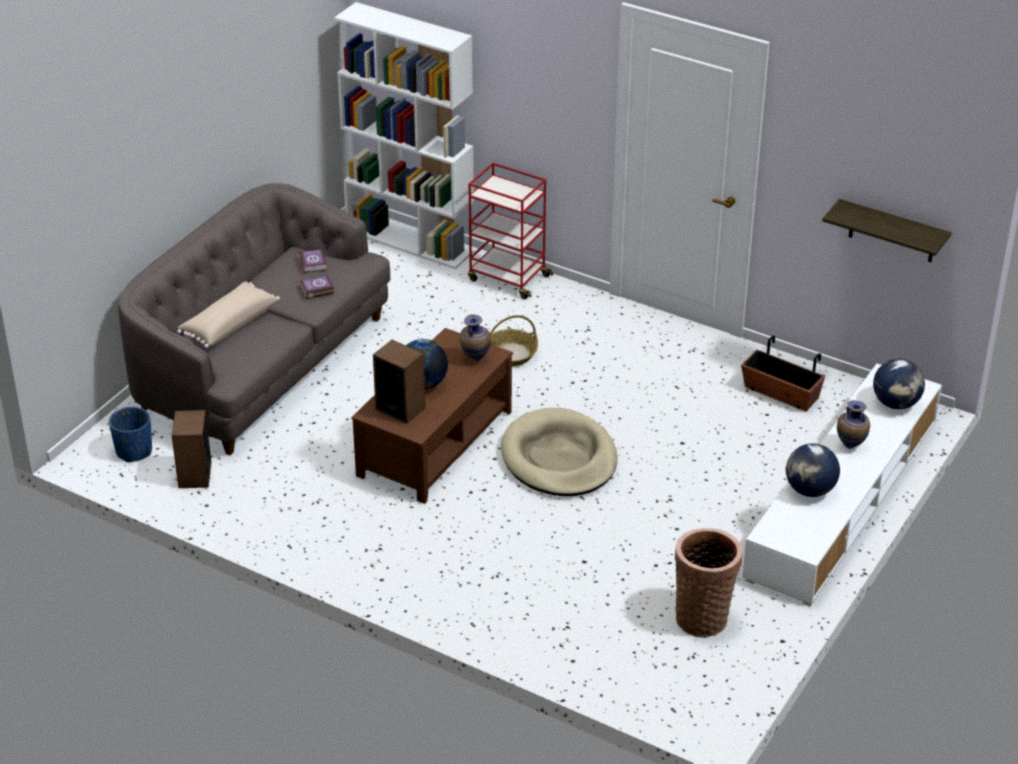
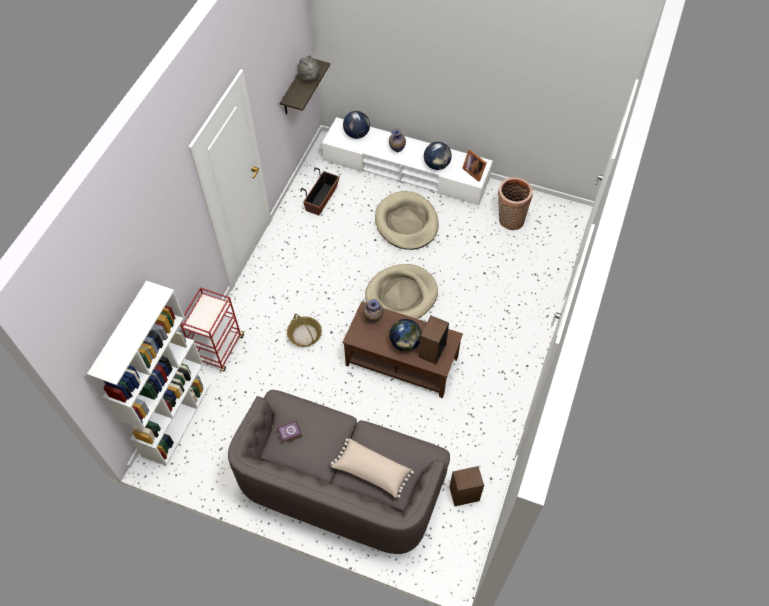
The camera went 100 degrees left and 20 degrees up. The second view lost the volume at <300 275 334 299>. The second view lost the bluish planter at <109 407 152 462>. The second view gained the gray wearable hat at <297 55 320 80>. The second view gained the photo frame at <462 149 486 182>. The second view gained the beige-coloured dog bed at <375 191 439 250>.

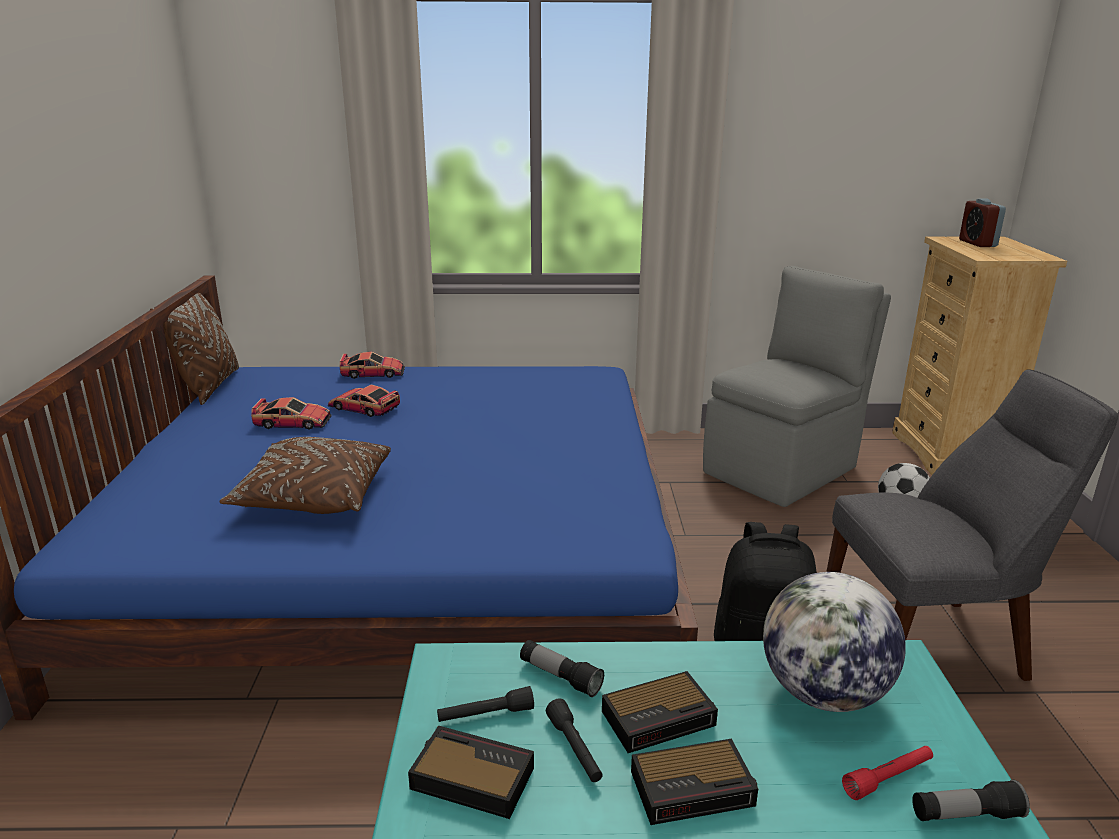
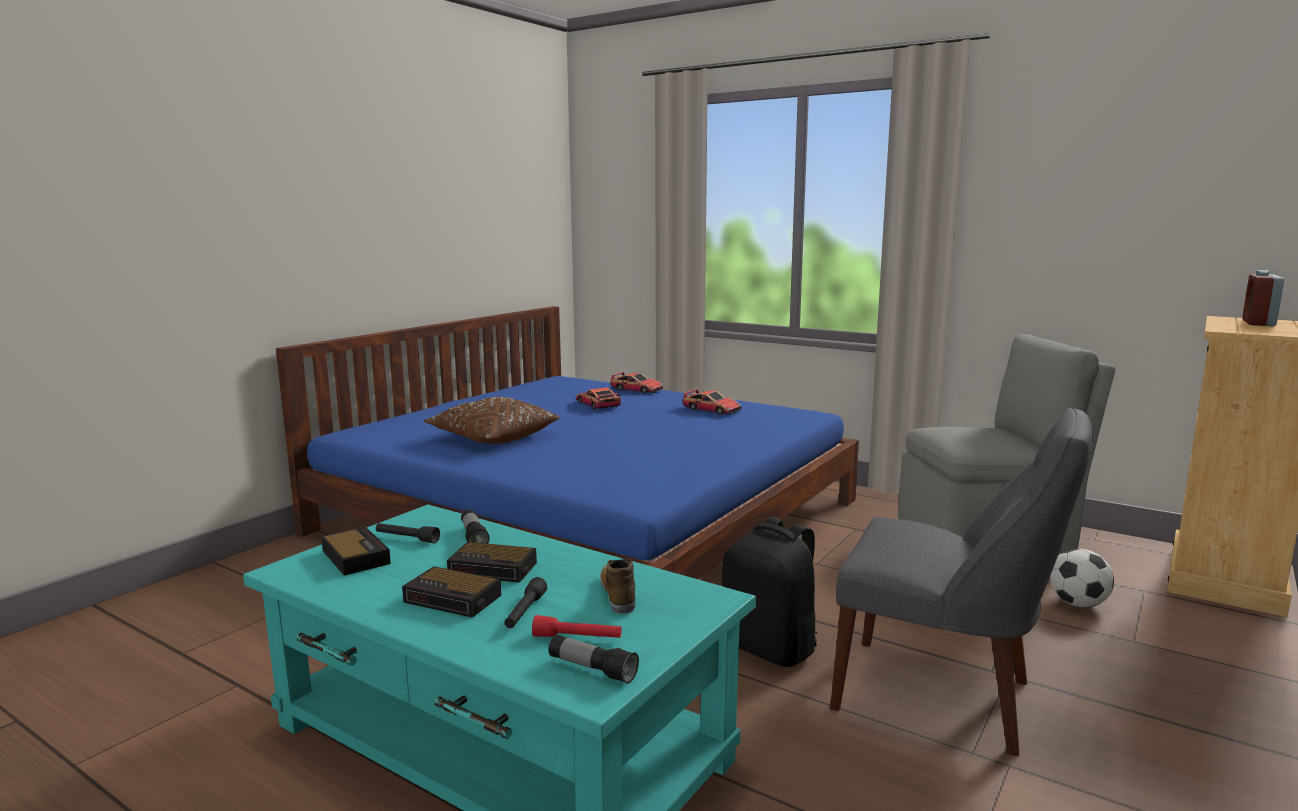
The camera went 35 degrees right and 10 degrees down. The second view lost the brown-coloured cushion at <150 293 239 405>. The miniature car ended up elsewhere, having gone from <251 397 332 430> to <683 389 742 415>. Where the globe stood at <763 572 906 712>, the item of footwear came to stand at <600 558 636 614>. The black-coloured hand torch ended up elsewhere, having gone from <546 698 603 782> to <504 577 547 628>.

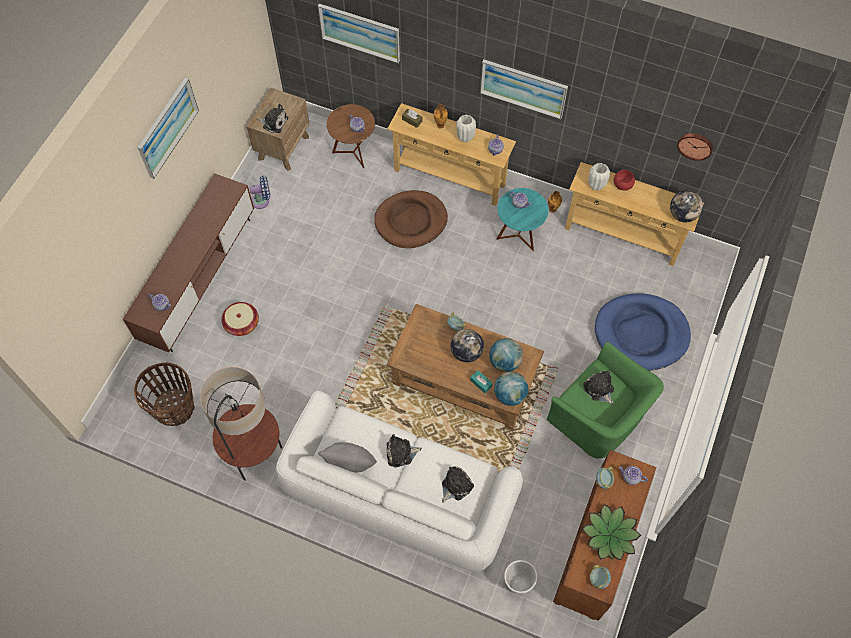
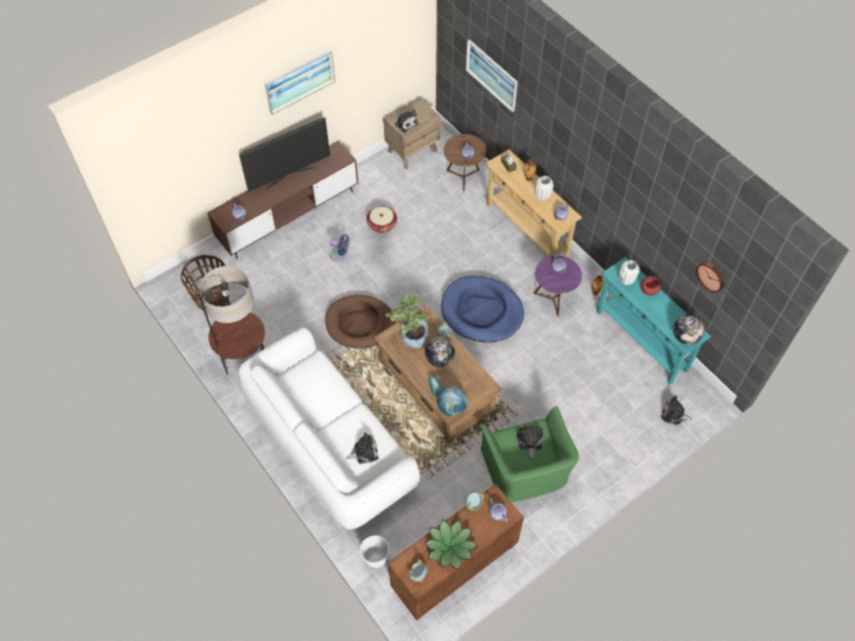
The camera went 30 degrees right and 5 degrees down. The second view lost the picture at <480 60 568 120>. What was the beige-coloured hall table at <565 162 704 266> turned into the blue-green hall table at <596 257 711 385>. The bluish cooling fan ended up elsewhere, having gone from <250 176 270 209> to <330 234 349 262>. What was the blue-green accent table at <496 188 549 251> turned into the purplish accent table at <533 255 582 317>. The brown-coloured dog bed ended up elsewhere, having gone from <374 190 448 248> to <325 295 395 349>. The bluish dog bed ended up elsewhere, having gone from <595 293 691 371> to <441 276 524 343>. The household basket ended up elsewhere, having gone from <221 302 259 336> to <367 206 397 233>. The second view lost the globe at <489 338 523 372>. The soft toy ended up elsewhere, having gone from <387 434 422 467> to <661 396 692 425>. The second view lost the gray cushion at <318 442 377 473>. The second view gained the TV set at <239 117 330 192>. The second view gained the houseplant at <385 294 429 348>.

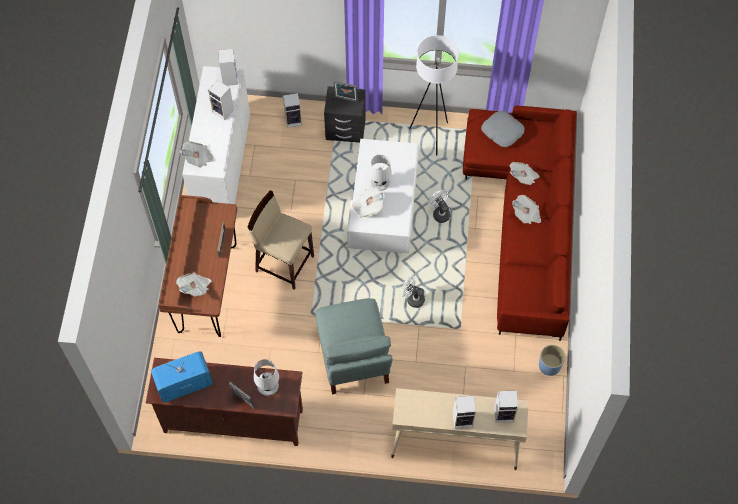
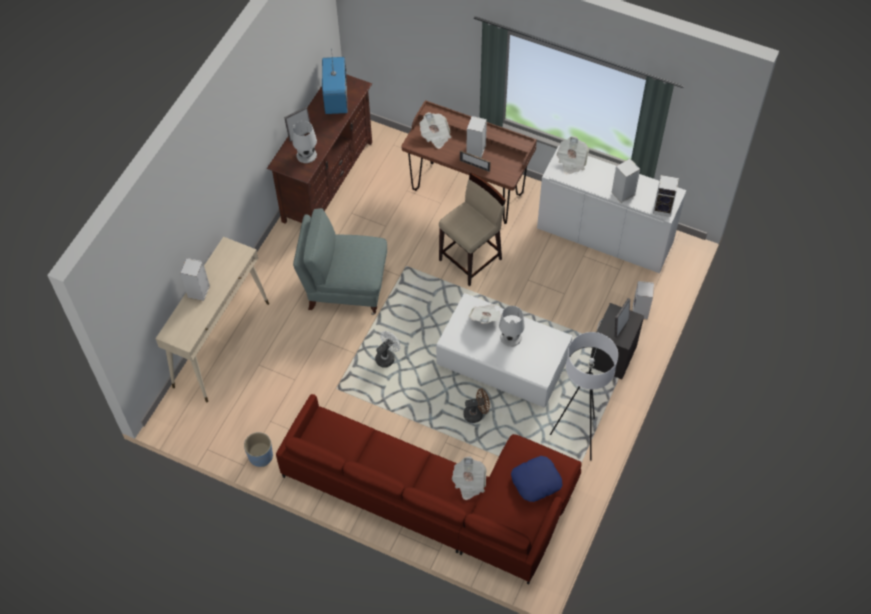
The camera went 110 degrees right and 5 degrees down. What was the gray cushion at <481 111 524 147> turned into the bluish cushion at <511 456 563 502>. What was the white-coloured cooling fan at <428 190 451 223> turned into the brown-coloured cooling fan at <463 389 490 423>. The second view lost the newspaper at <512 195 541 224>. The loudspeaker ended up elsewhere, having gone from <494 391 518 423> to <466 116 487 158>.

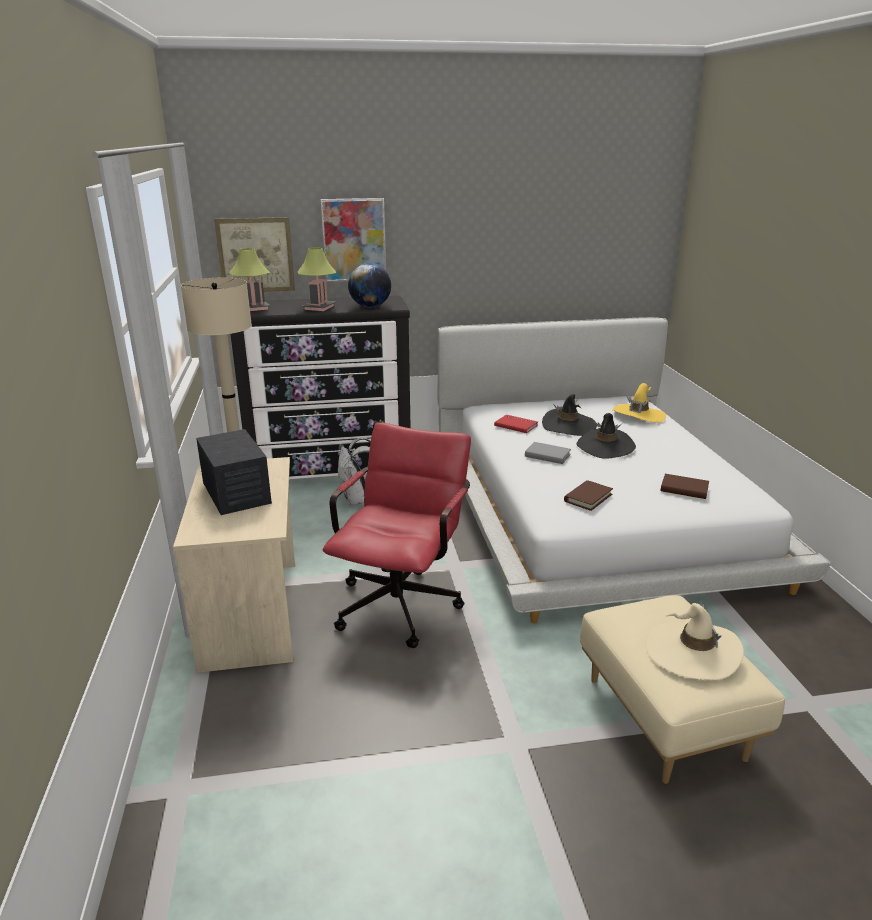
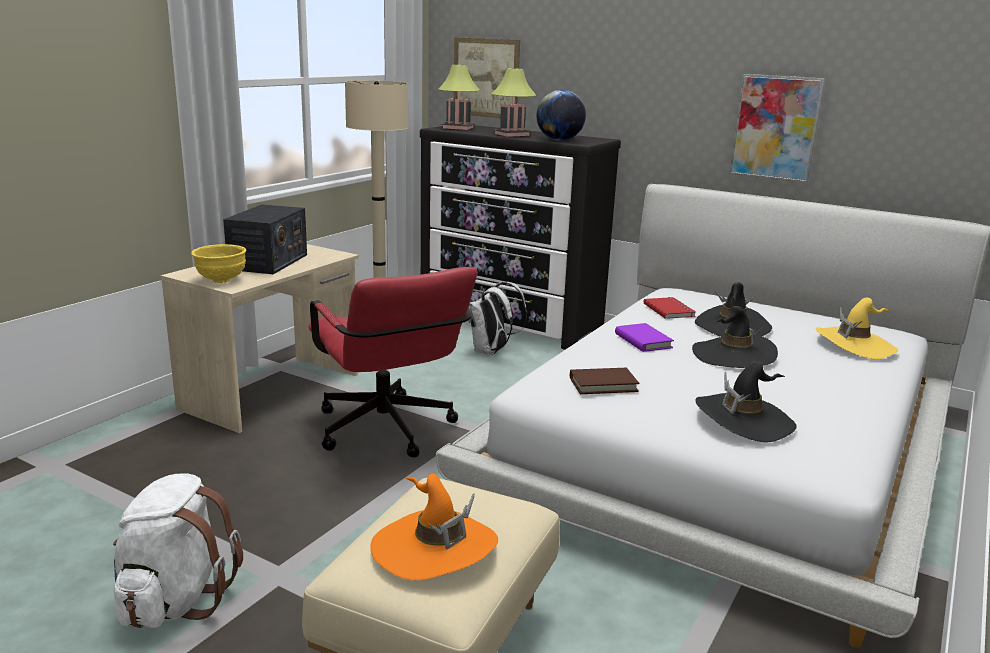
The camera went 40 degrees right and 5 degrees down. The picture ended up elsewhere, having gone from <321 198 386 282> to <730 74 825 183>. The red-coloured desk chair at <323 423 471 648> ended up facing another way, 90 degrees clockwise from before. What was the gray volume at <525 442 571 464> turned into the purplish volume at <615 323 674 352>. Where the brown-coloured volume stood at <660 474 709 499>, the black-coloured wearable hat came to stand at <696 361 797 443>. What was the beige-coloured wearable hat at <646 603 744 680> turned into the orangey wearable hat at <370 474 498 580>. The second view gained the yellowish bowl at <191 244 246 283>. The second view gained the white-coloured rucksack at <113 473 243 628>.

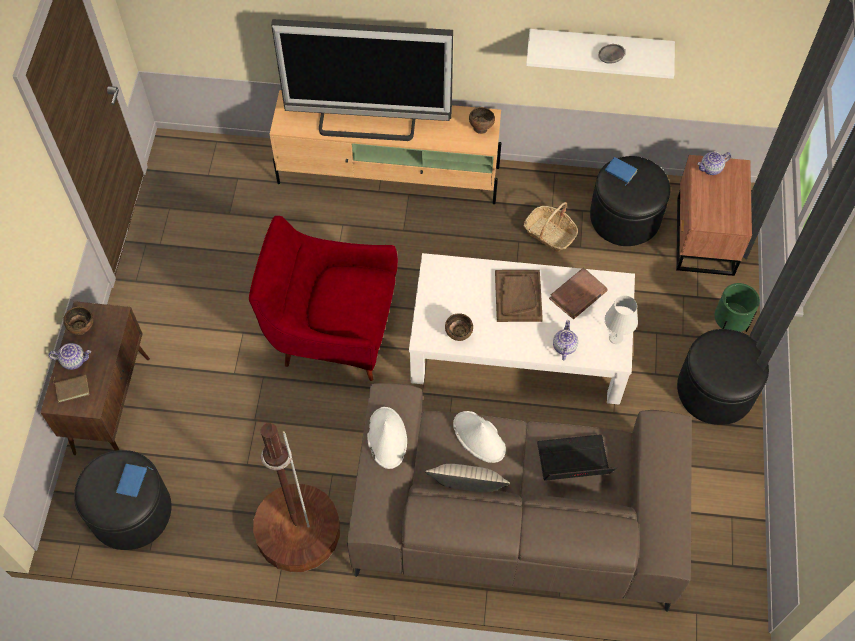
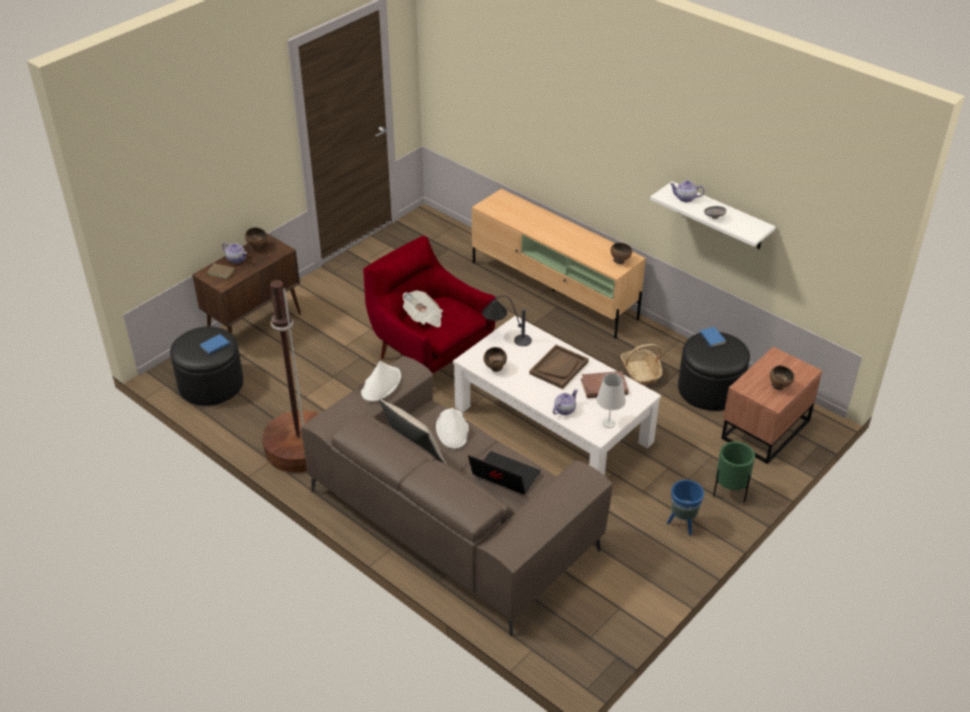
The camera went 35 degrees right and 20 degrees down. The second view lost the TV set at <271 19 453 141>. The tea pot ended up elsewhere, having gone from <697 152 731 175> to <670 180 704 202>. Where the black-coloured footrest stood at <677 329 769 425>, the bluish planter came to stand at <667 480 704 535>. The second view gained the newspaper at <403 291 443 327>. The second view gained the tabletop lamp at <482 295 532 346>. The second view gained the brown-coloured bowl at <770 365 794 390>.

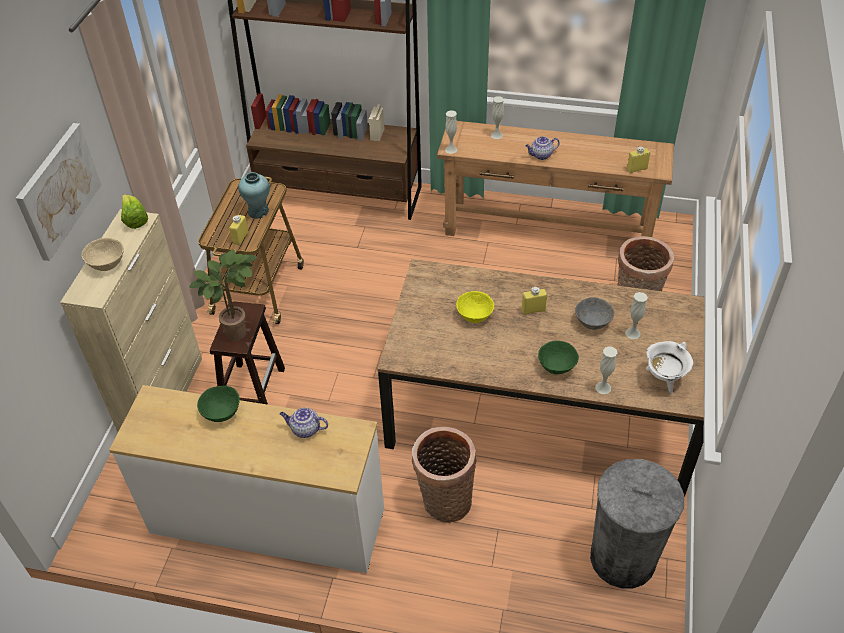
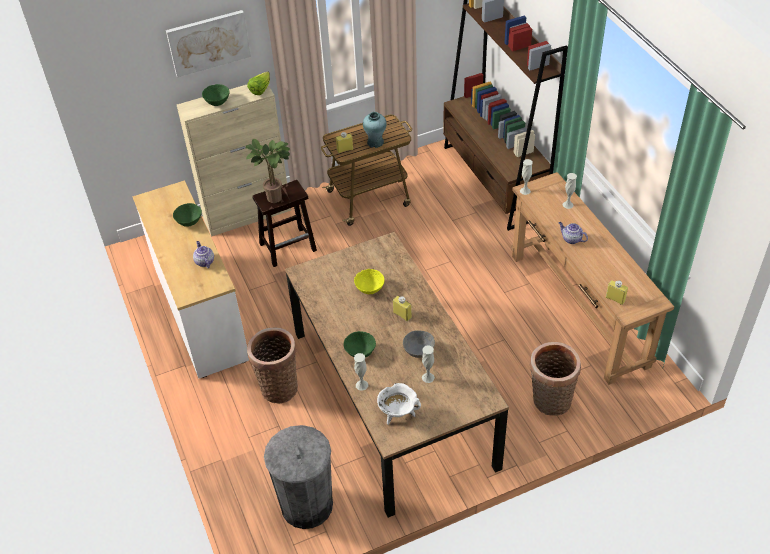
The camera went 55 degrees right and 0 degrees up. What was the beige-coloured bowl at <82 238 124 271> turned into the green-coloured bowl at <202 84 229 106>.

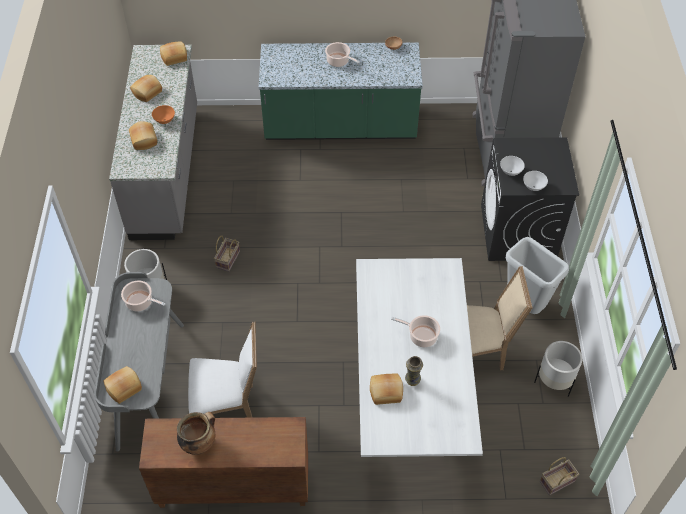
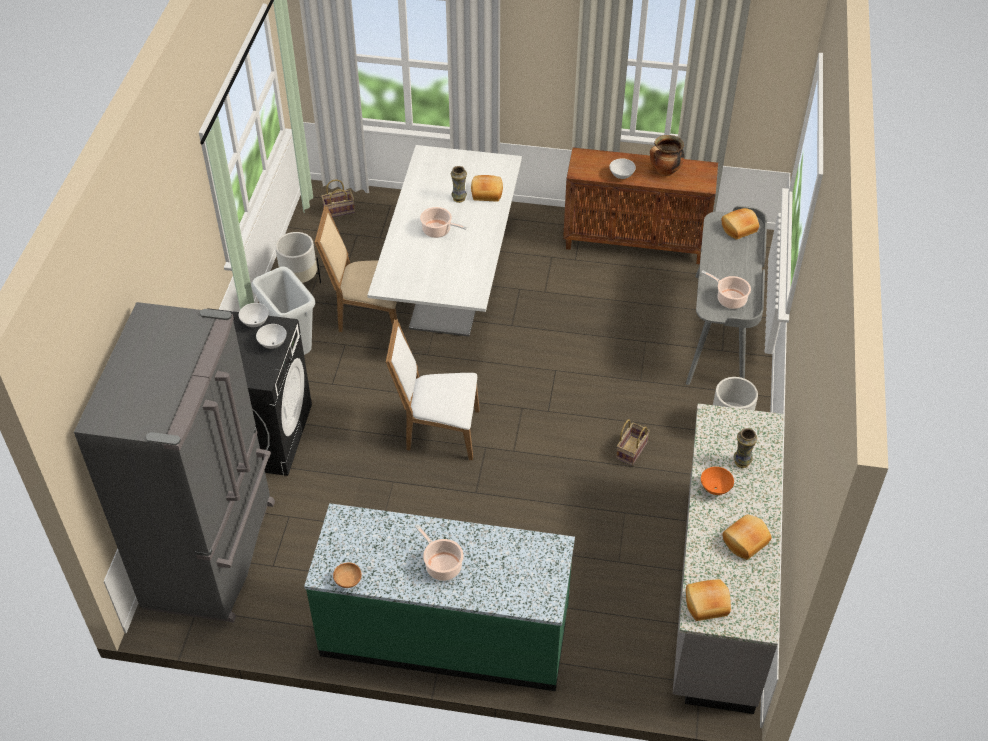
The camera went 170 degrees left and 5 degrees down. Where the bakery bread stood at <129 121 157 150>, the vase came to stand at <734 428 757 468>. The white-coloured plain chair ended up elsewhere, having gone from <188 321 257 418> to <386 319 480 460>. The second view gained the white-coloured bowl at <609 158 636 179>.

